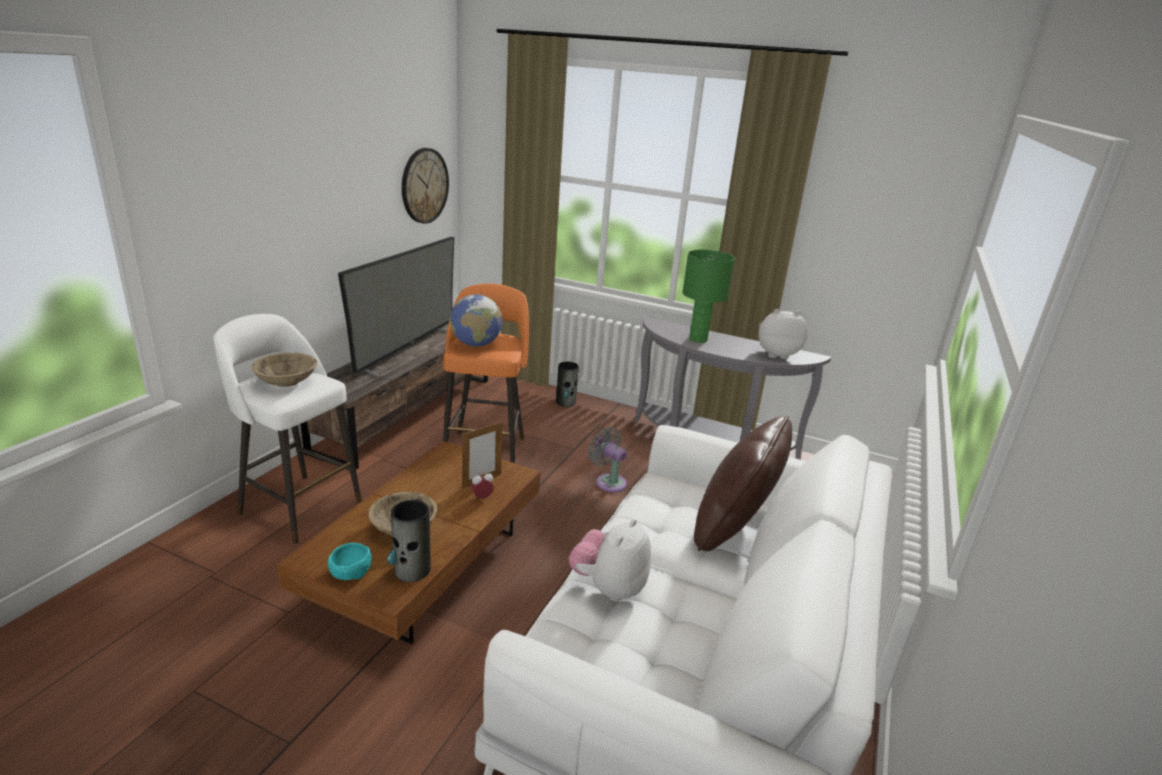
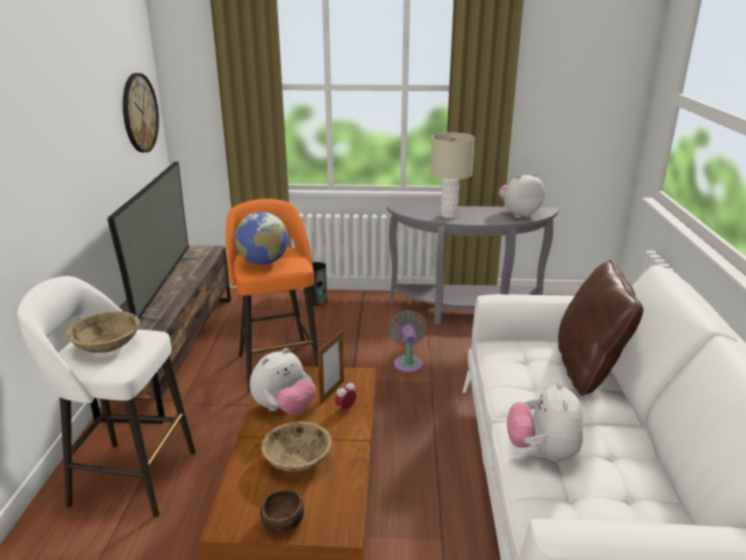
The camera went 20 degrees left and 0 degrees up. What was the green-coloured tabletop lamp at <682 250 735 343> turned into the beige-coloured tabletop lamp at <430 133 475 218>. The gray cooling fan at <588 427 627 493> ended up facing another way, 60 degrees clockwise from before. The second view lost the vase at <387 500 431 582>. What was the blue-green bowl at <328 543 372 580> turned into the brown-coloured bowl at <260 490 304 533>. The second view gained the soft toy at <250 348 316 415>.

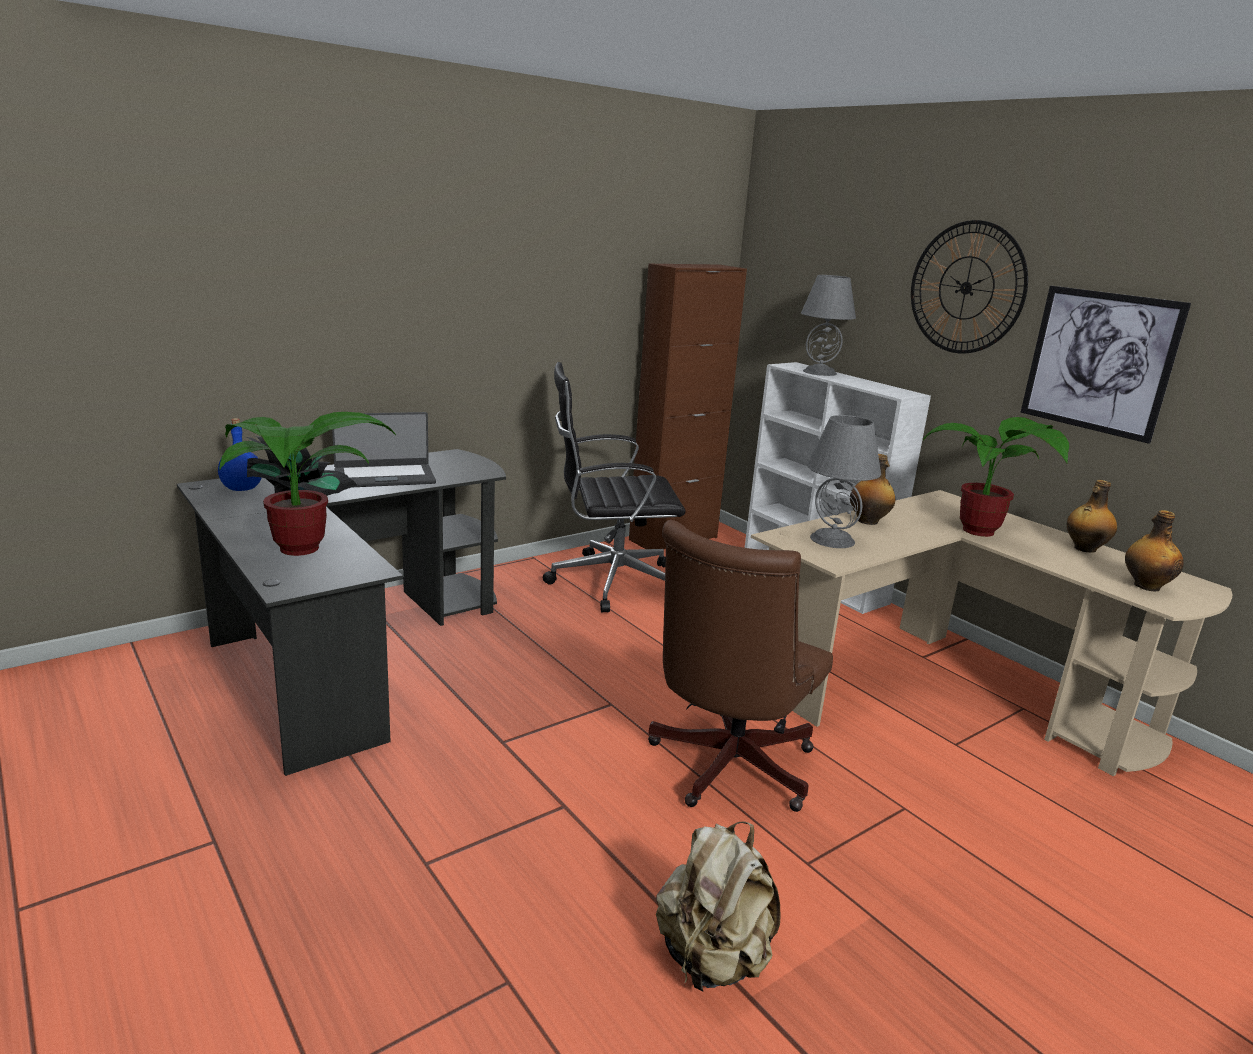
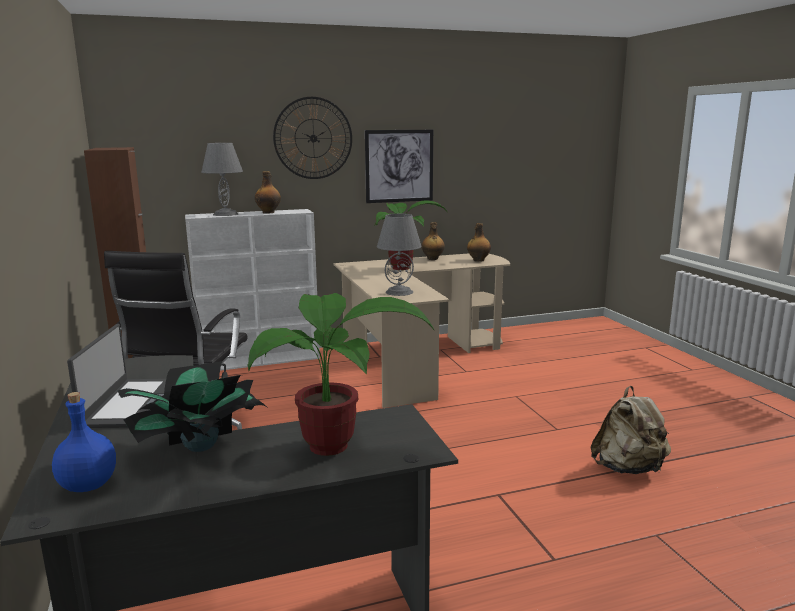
The camera went 70 degrees left and 5 degrees down. The drink bottle ended up elsewhere, having gone from <850 454 895 525> to <255 171 281 214>. The second view lost the brown-coloured desk chair at <648 520 833 812>.

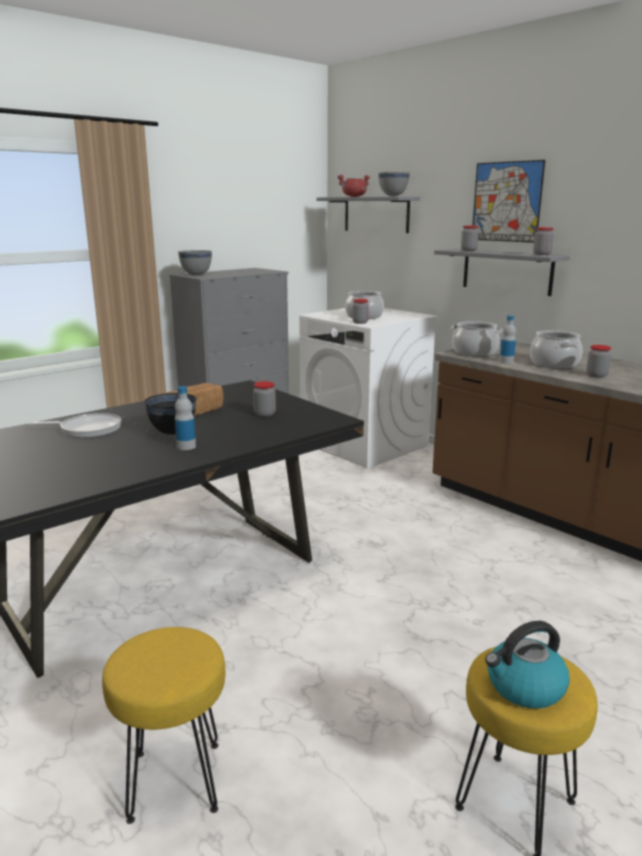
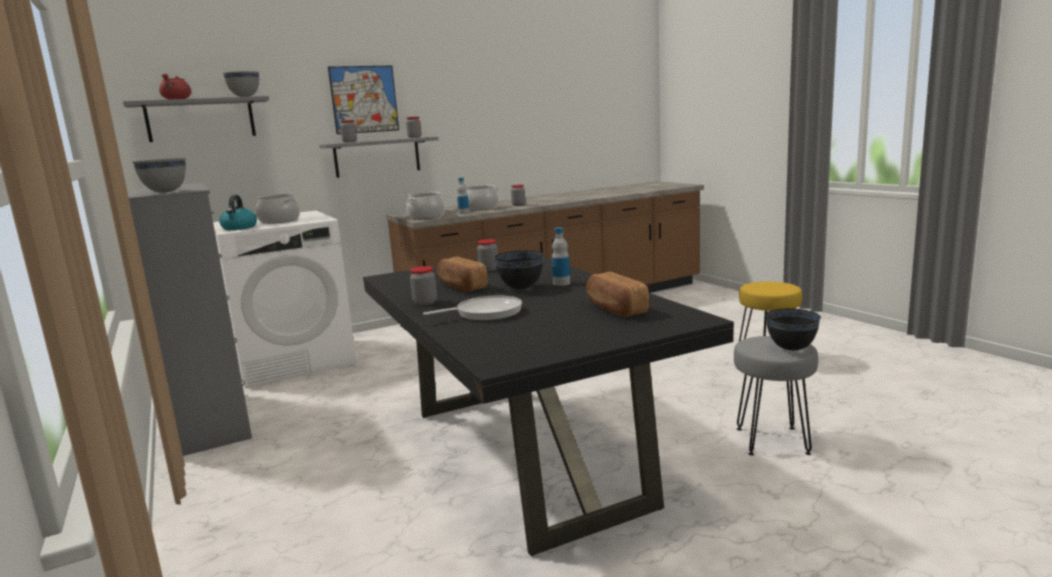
The camera went 75 degrees left and 5 degrees down. The jar ended up elsewhere, having gone from <352 299 369 324> to <410 266 437 305>. The frying pan at <28 413 121 438> ended up facing another way, 60 degrees clockwise from before. The water kettle ended up elsewhere, having gone from <485 621 570 709> to <219 195 257 230>. What was the yellowish stool at <102 627 225 824> turned into the gray stool at <734 336 818 456>. The second view gained the bakery bread at <586 272 649 317>. The second view gained the black-coloured bowl at <766 309 821 350>.

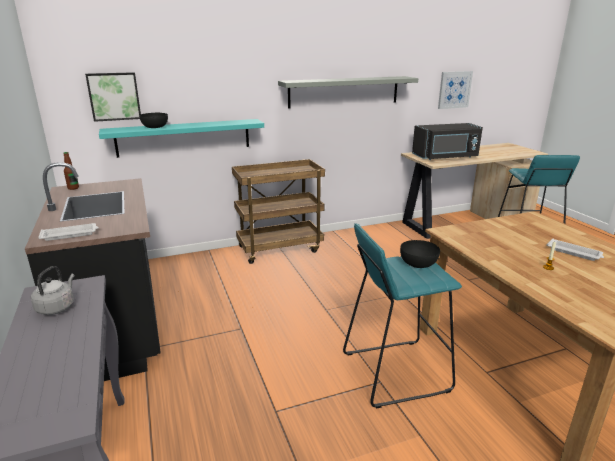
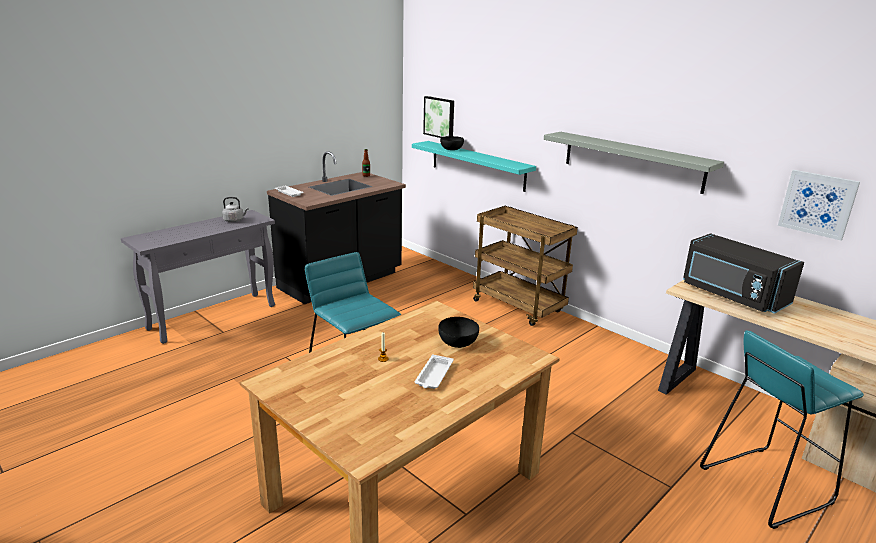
The camera went 65 degrees right and 0 degrees up. The black-coloured bowl ended up elsewhere, having gone from <400 240 440 268> to <438 317 479 348>.

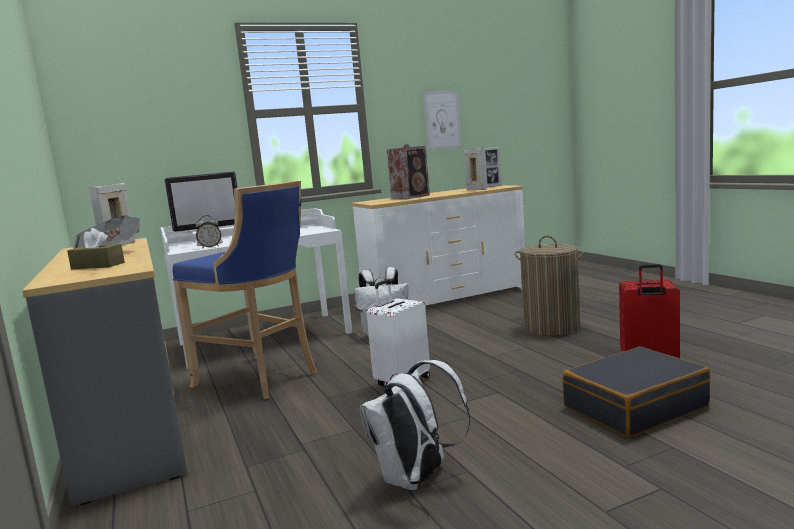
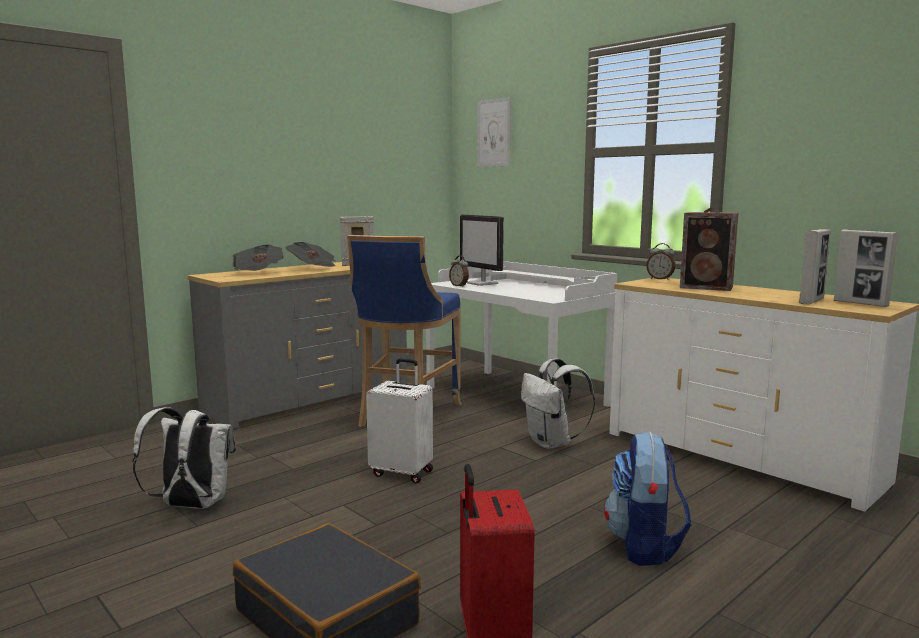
The camera went 70 degrees right and 0 degrees up. The picture ended up elsewhere, having gone from <423 90 461 150> to <477 97 511 167>. Where the brown-coloured tissue holder stood at <67 228 125 269>, the newspaper came to stand at <233 244 284 271>. Where the laundry basket stood at <515 236 585 336>, the rucksack came to stand at <604 432 691 566>. The second view gained the bedside clock at <647 243 675 280>.

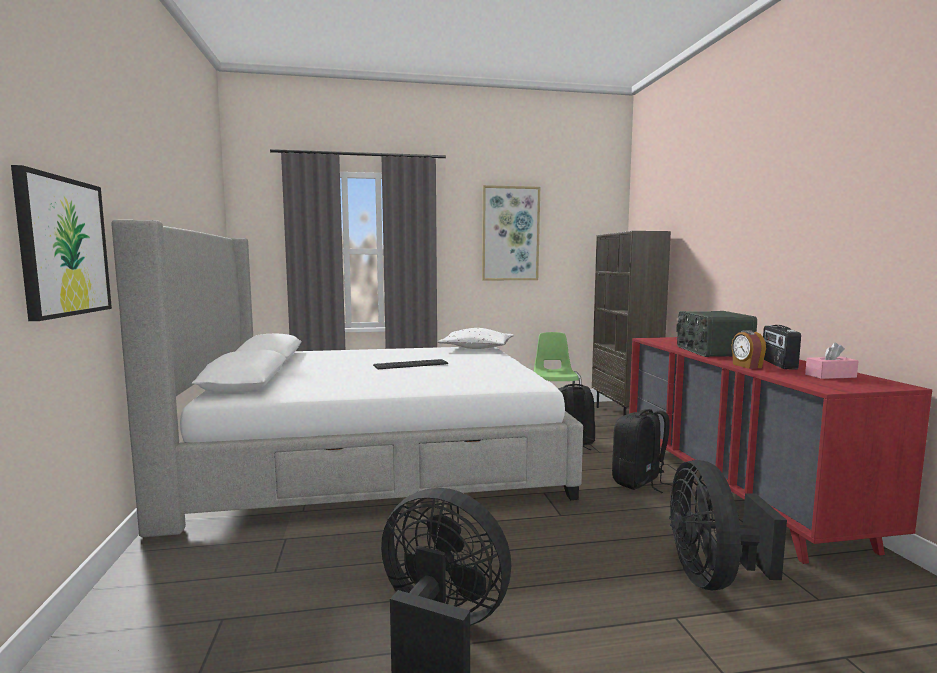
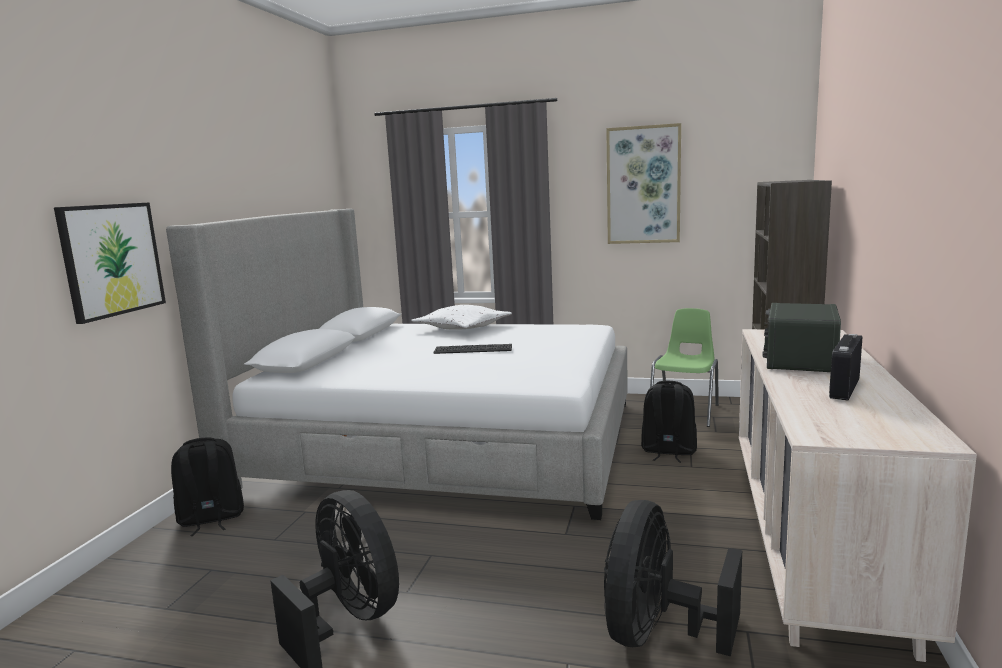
The camera went 25 degrees right and 5 degrees up. The white-coloured cushion ended up elsewhere, having gone from <438 328 514 349> to <411 305 512 330>. The second view lost the bedside clock at <732 330 766 369>. What was the red-coloured dresser at <629 337 932 564> turned into the beige-coloured dresser at <739 329 977 662>. The second view lost the pink tissue holder at <805 343 858 379>. The black-coloured rucksack ended up elsewhere, having gone from <612 409 673 493> to <171 437 244 536>.

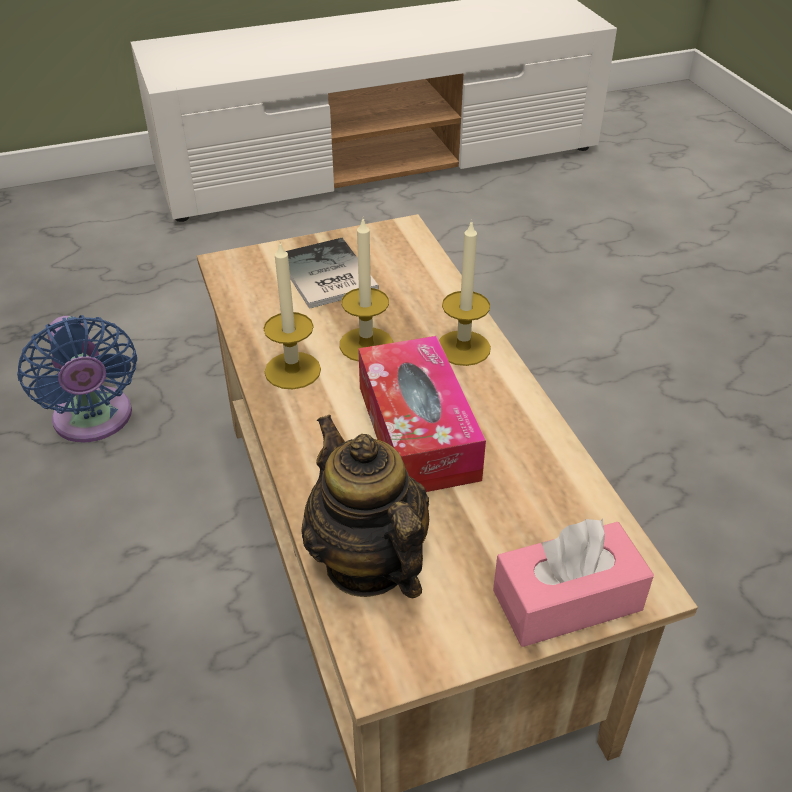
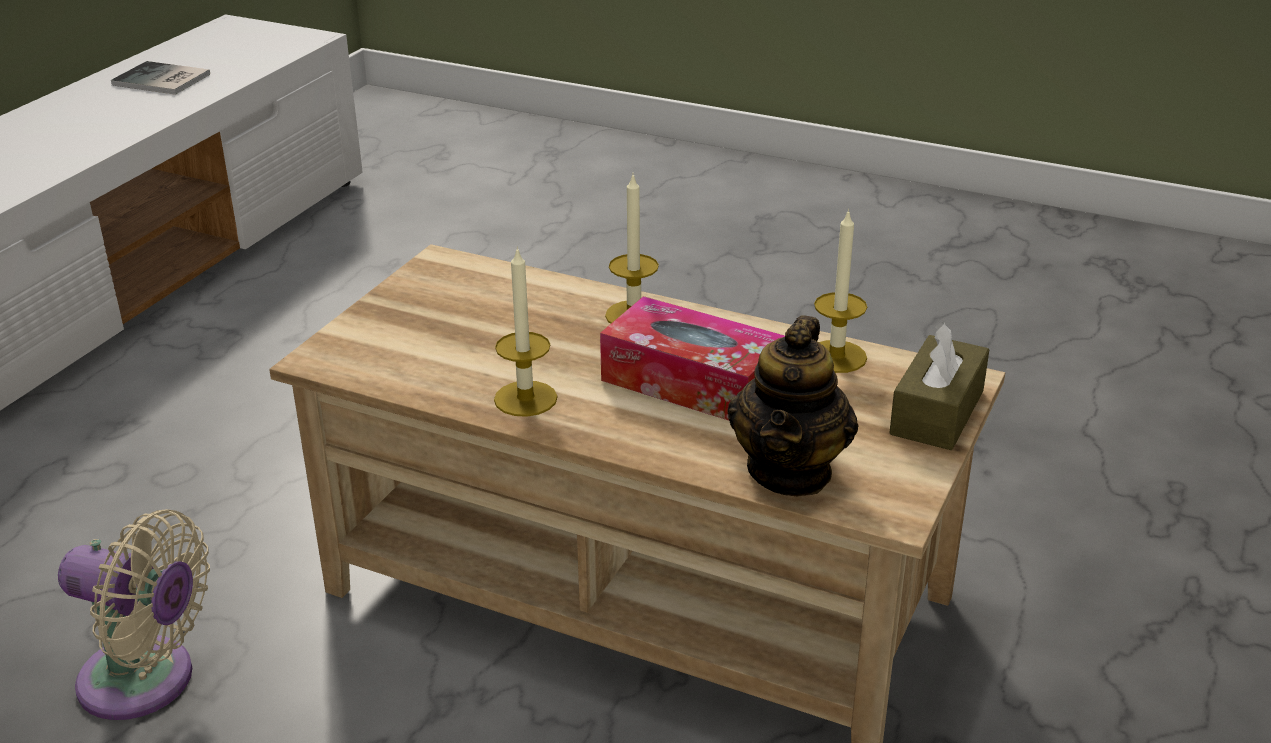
The camera went 45 degrees left and 10 degrees down. The candle ended up elsewhere, having gone from <340 219 393 362> to <814 208 867 373>. The volume ended up elsewhere, having gone from <286 238 379 309> to <111 61 210 95>. What was the bluish cooling fan at <17 315 137 442> turned into the beige-coloured cooling fan at <58 509 210 720>. The tea pot at <301 415 429 598> ended up facing another way, 90 degrees counterclockwise from before. What was the pink tissue holder at <493 518 654 647> turned into the brown-coloured tissue holder at <889 322 989 450>.

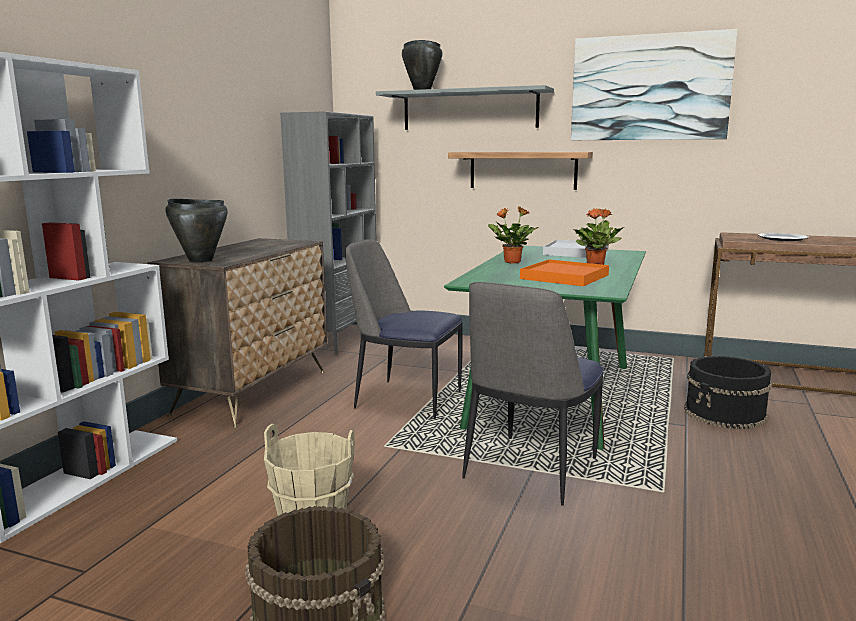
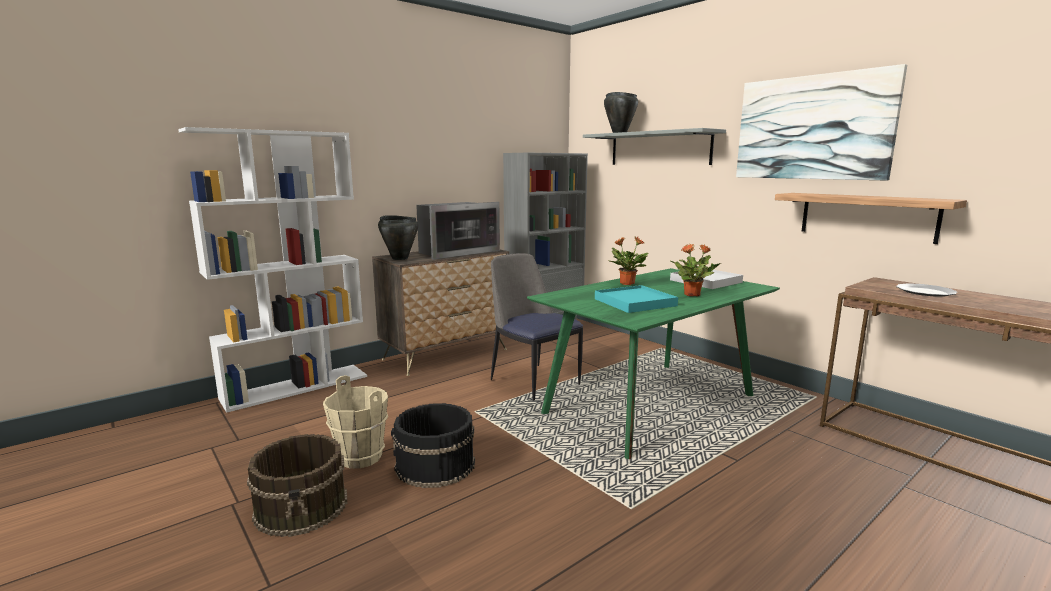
The camera went 30 degrees right and 0 degrees up. The wall shelf ended up elsewhere, having gone from <448 152 593 190> to <775 193 967 244>. What was the orangey tray at <520 259 609 286> turned into the blue-green tray at <595 285 678 313>. The second view lost the plain chair at <462 282 604 506>. The black-coloured bucket ended up elsewhere, having gone from <684 356 772 429> to <391 403 475 488>. The second view gained the microwave oven at <416 202 500 260>.

